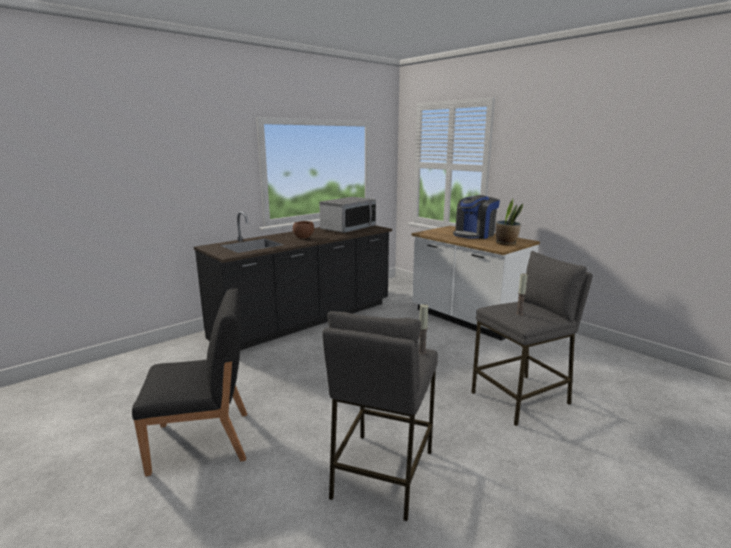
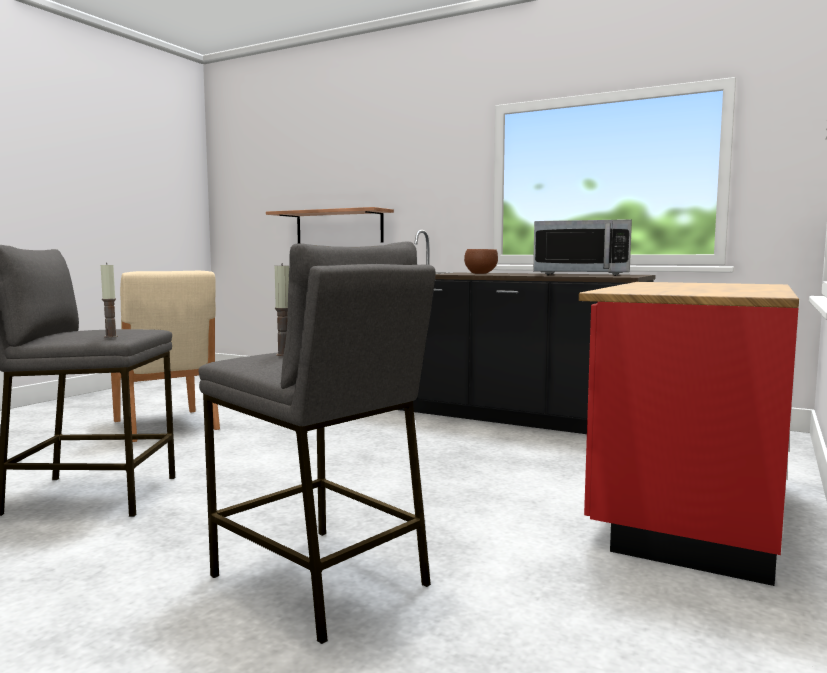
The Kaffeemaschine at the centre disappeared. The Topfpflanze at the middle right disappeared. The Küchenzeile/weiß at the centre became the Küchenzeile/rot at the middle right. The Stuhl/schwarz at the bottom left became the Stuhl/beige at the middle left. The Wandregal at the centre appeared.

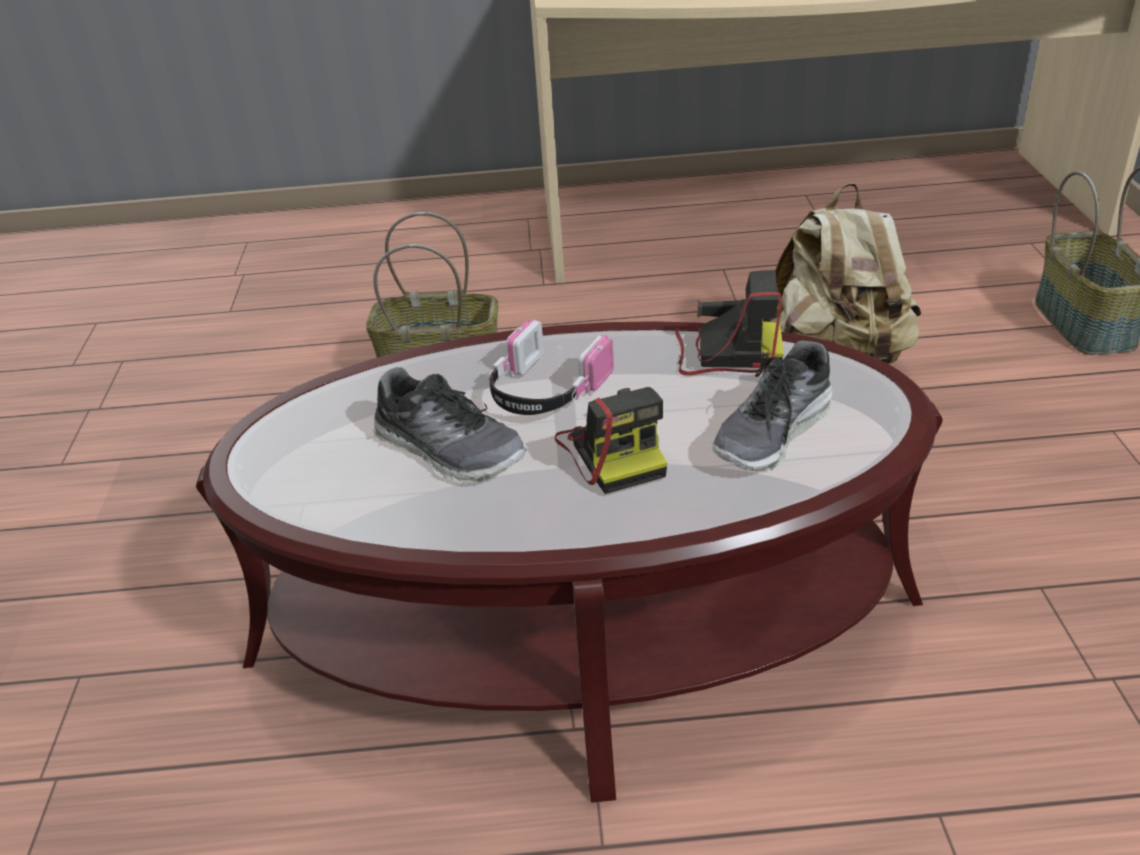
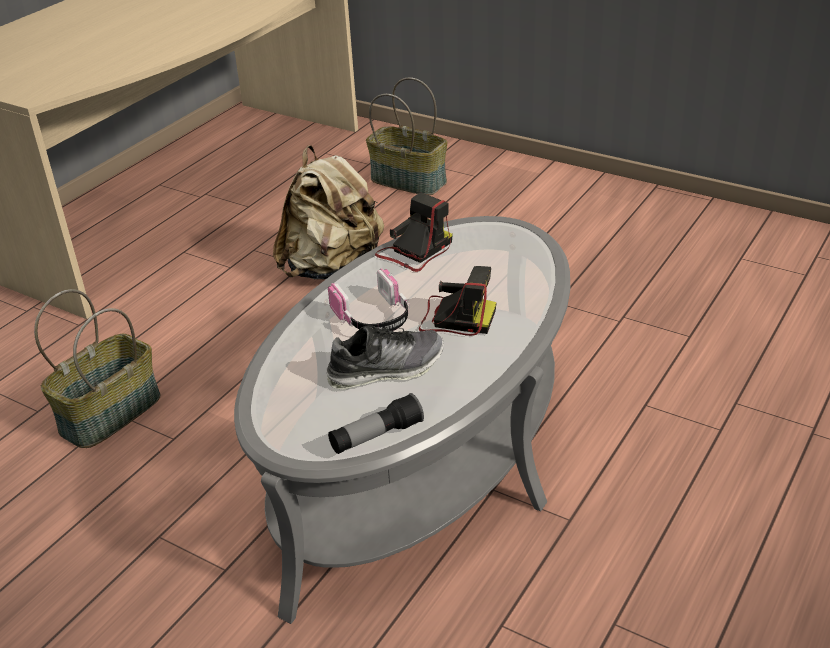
The Couchtisch/braun at the centre became the Couchtisch/grau at the centre. The Schuh (no. 2 from left) at the middle right disappeared. The Taschenlampe at the centre appeared.

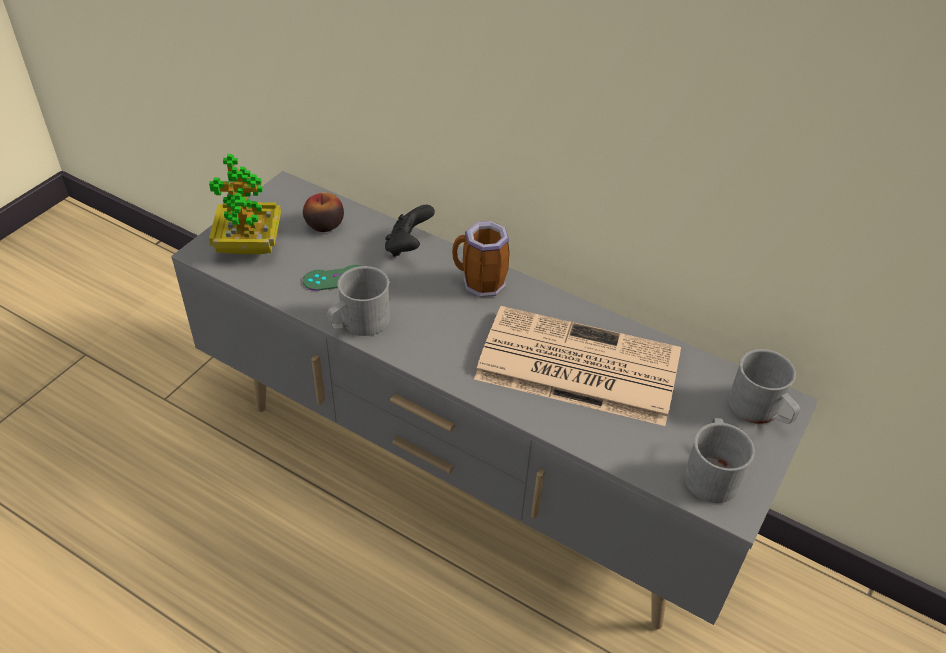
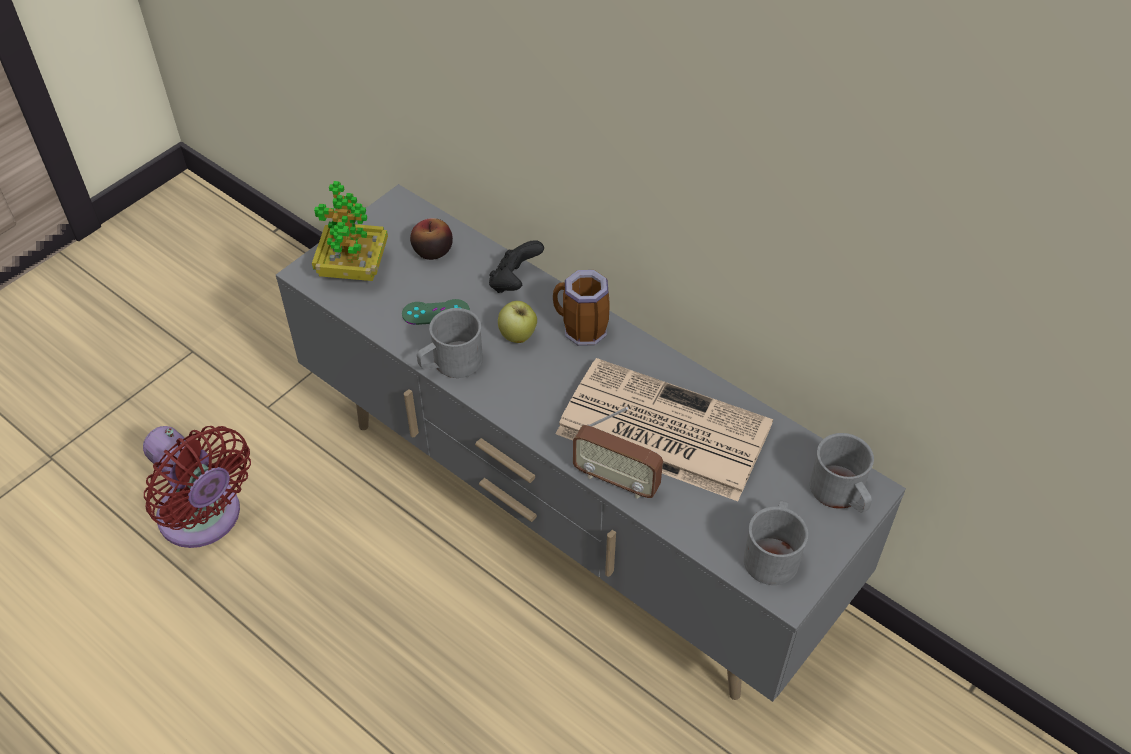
The Apfel (no. 2 from left) at the centre appeared. The Radio at the centre appeared. The Ventilator/rot at the middle left appeared.

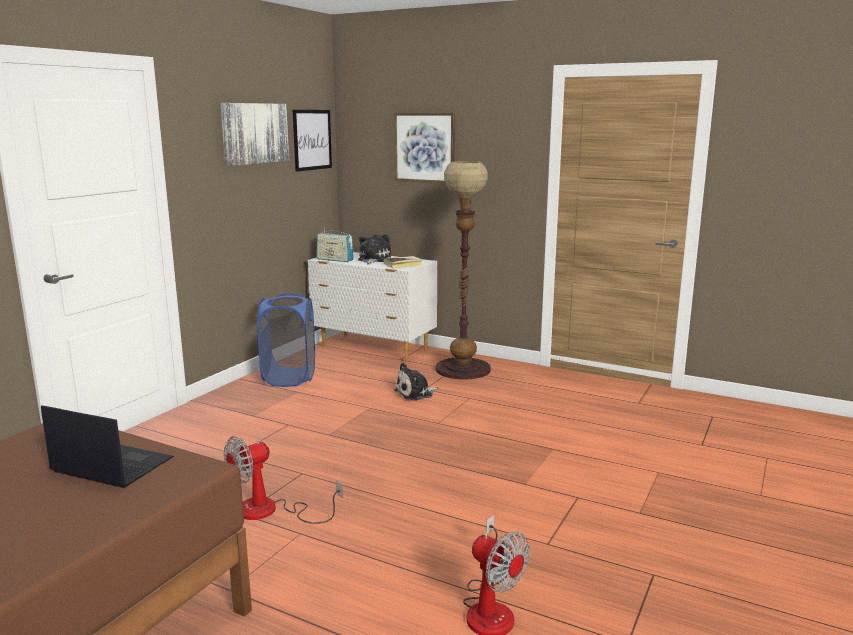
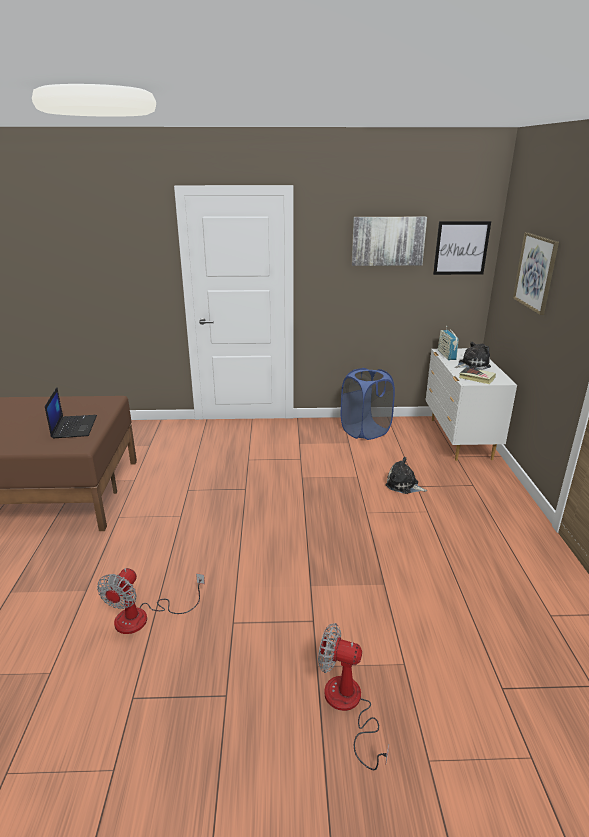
The Stehlampe at the centre disappeared. The Ventilator (no. 1 from left in the first image) moved from the bottom left to the bottom centre.

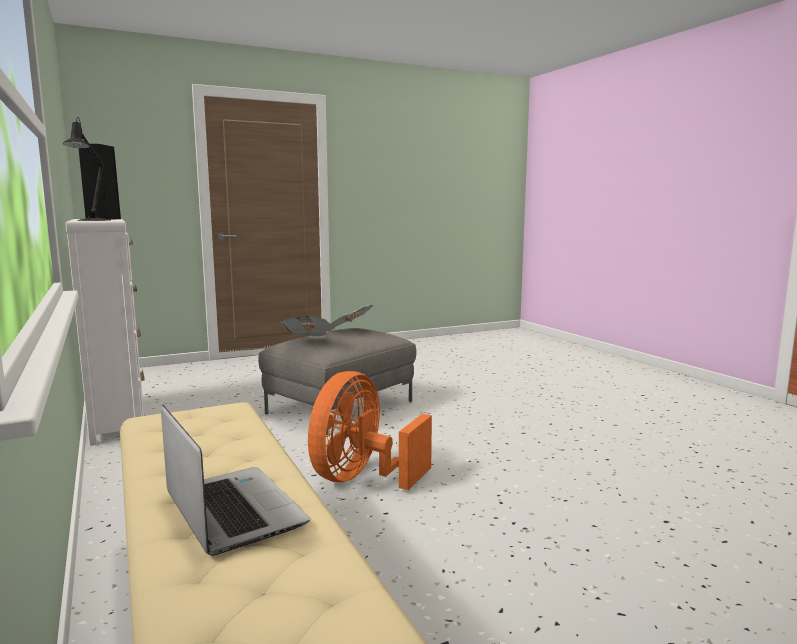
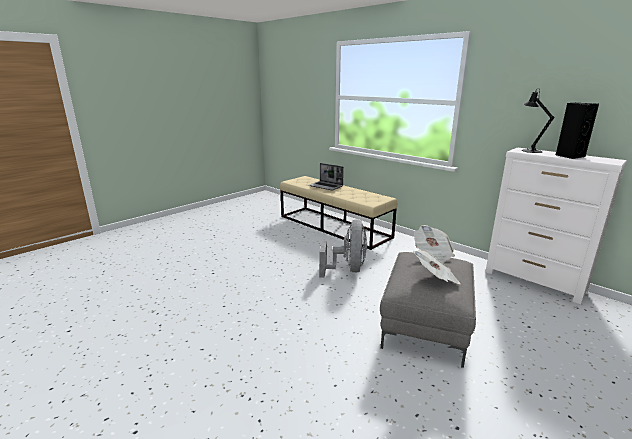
The Ventilator/orange at the bottom centre became the Ventilator/grau at the centre.

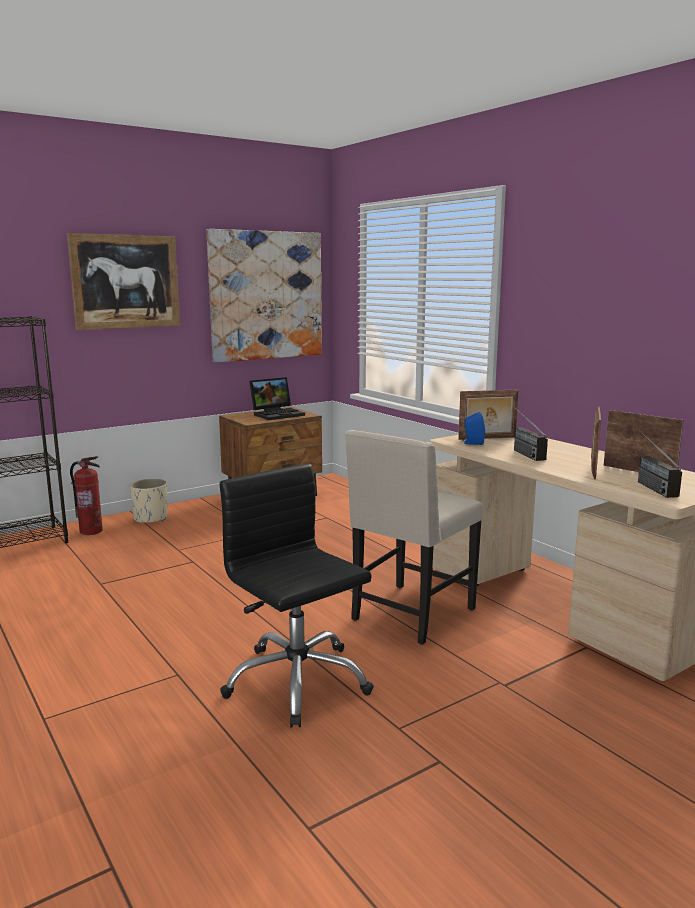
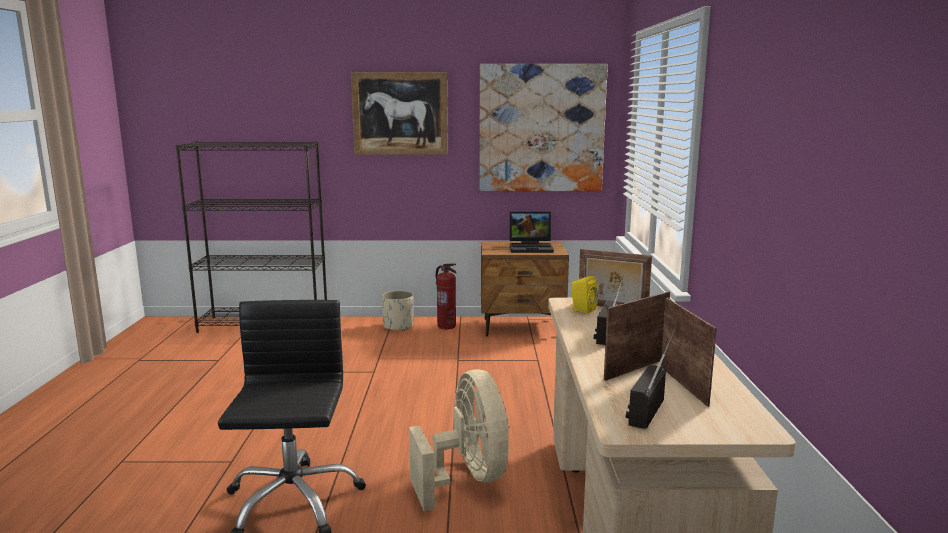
The Lautsprecher/blau at the middle right became the Lautsprecher/gelb at the centre. The Stuhl/beige at the centre was replaced by the Ventilator/beige at the bottom centre. The Feuerlöscher moved from the middle left to the centre.

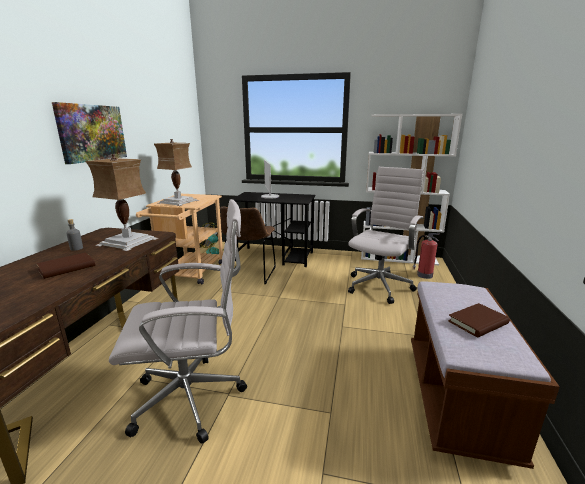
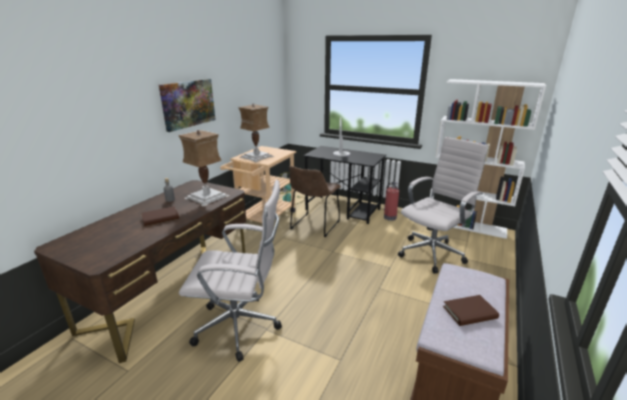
The Feuerlöscher moved from the middle right to the centre.

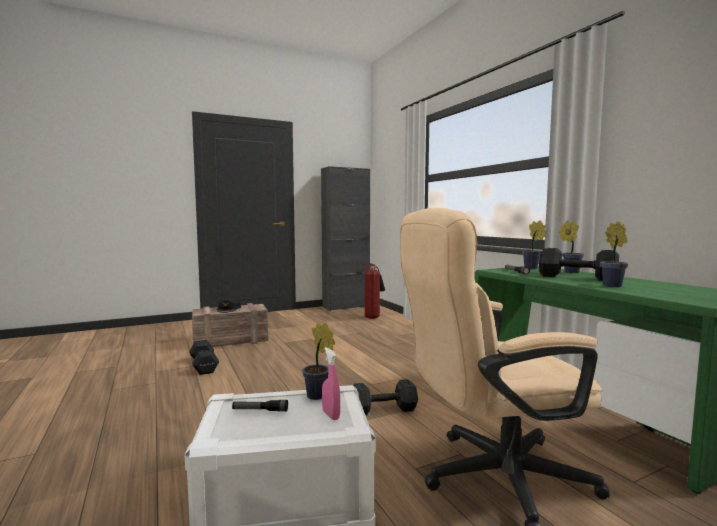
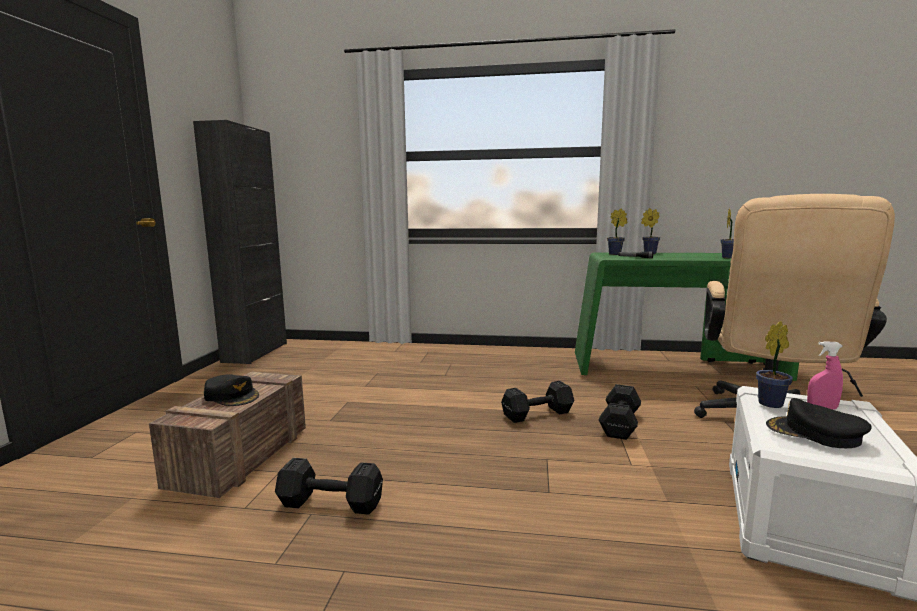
The Hantel/schwarz (no. 3 from left in the first image) moved from the middle right to the centre. The Feuerlöscher at the centre disappeared. The Taschenlampe (no. 1 from left) at the bottom centre was replaced by the Kappe/schwarz (no. 2 from left) at the bottom right.

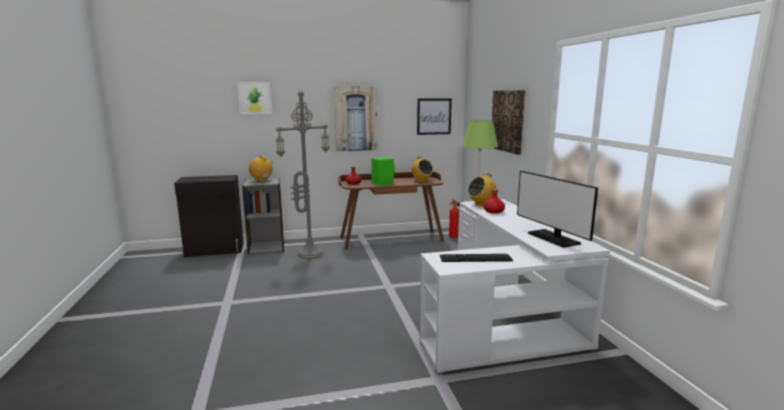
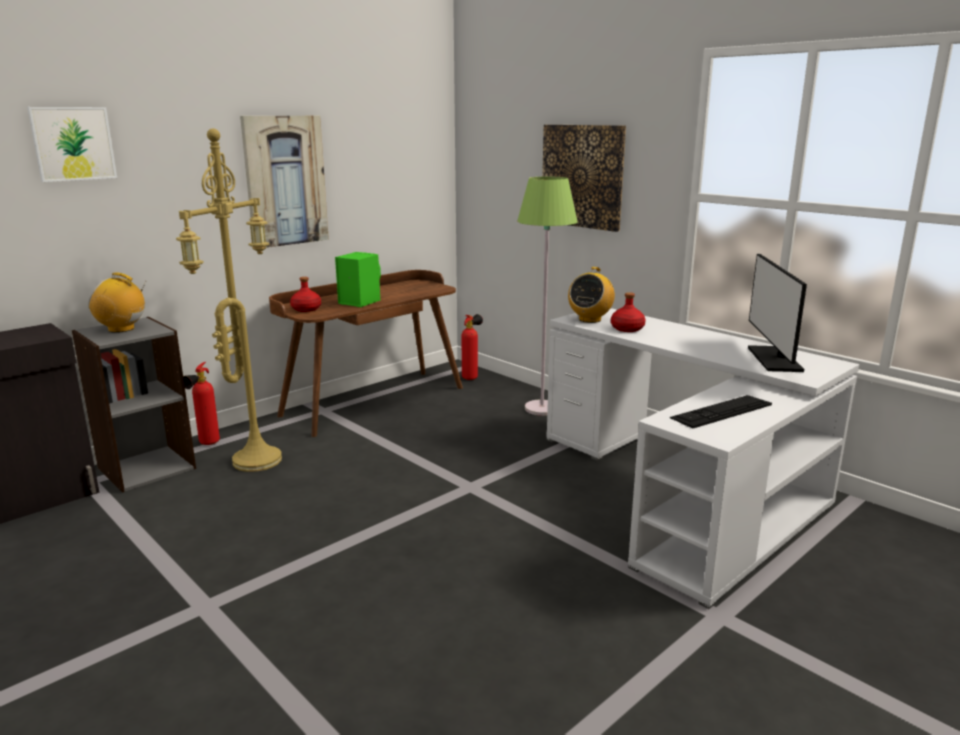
The Stehlampe/grau at the centre became the Stehlampe/gelb at the middle left. The Bild (no. 3 from left) at the top centre disappeared. The Radio (no. 2 from left) at the centre disappeared. The Monitor at the middle right turned 60 degrees clockwise. The Feuerlöscher (no. 1 from left) at the middle left appeared.

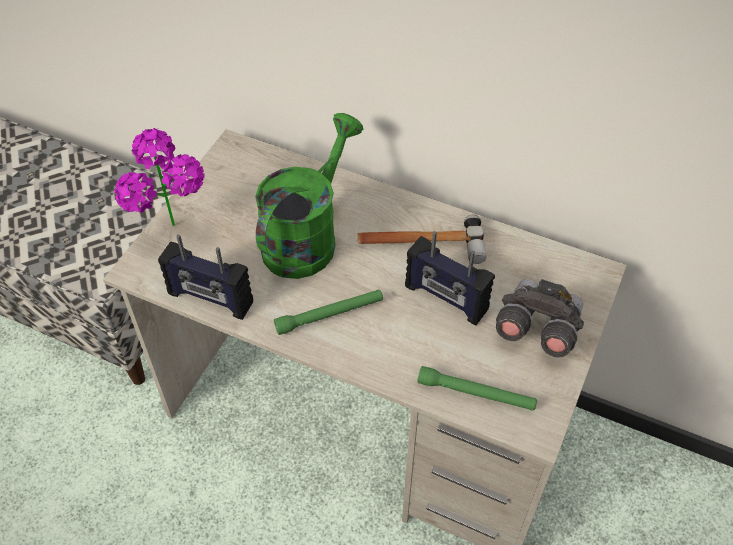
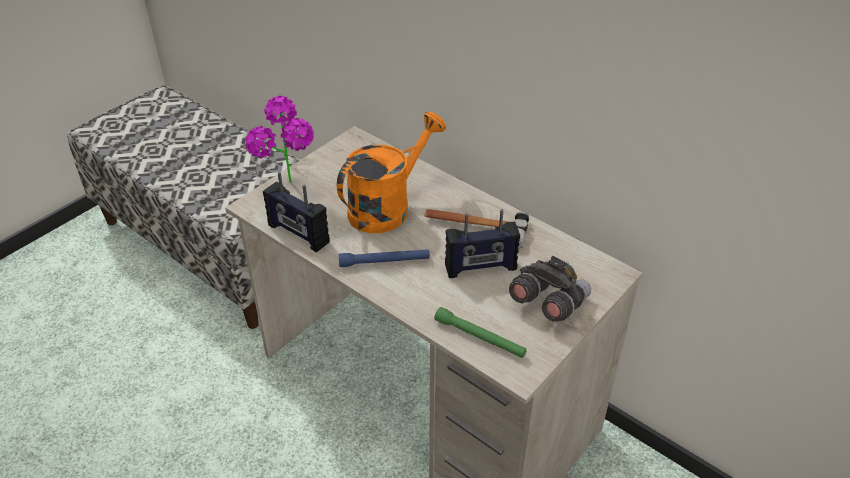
The Gießkanne/grün at the centre became the Gießkanne/orange at the centre. The Radio (no. 2 from left) at the centre turned 60 degrees counterclockwise. The Taschenlampe/grün (no. 1 from left) at the centre became the Taschenlampe/blau at the centre.

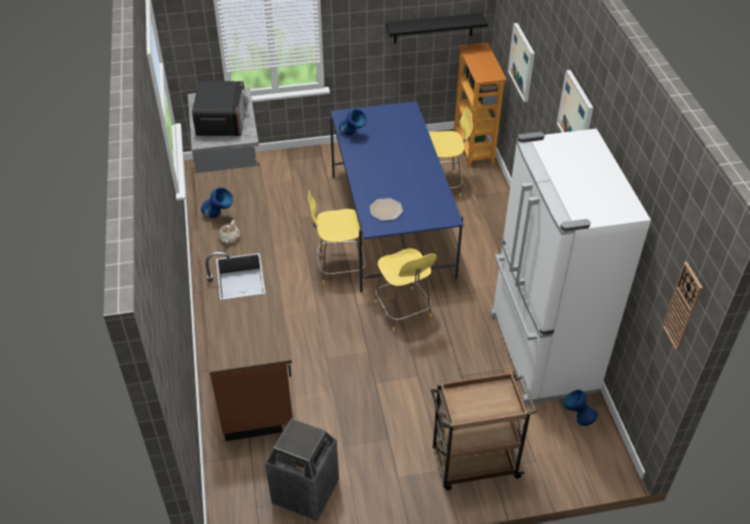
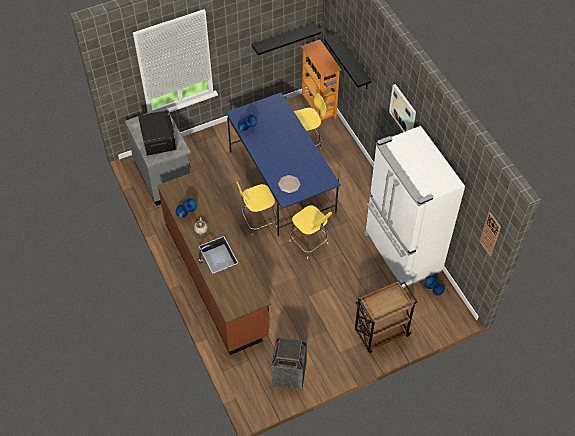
The Bild (no. 1 from left) at the top right was replaced by the Wandregal/schwarz (no. 2 from left) at the top centre.

